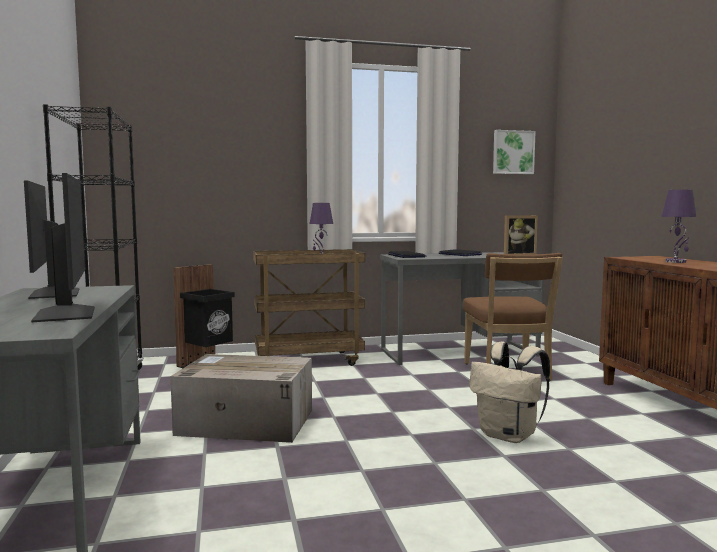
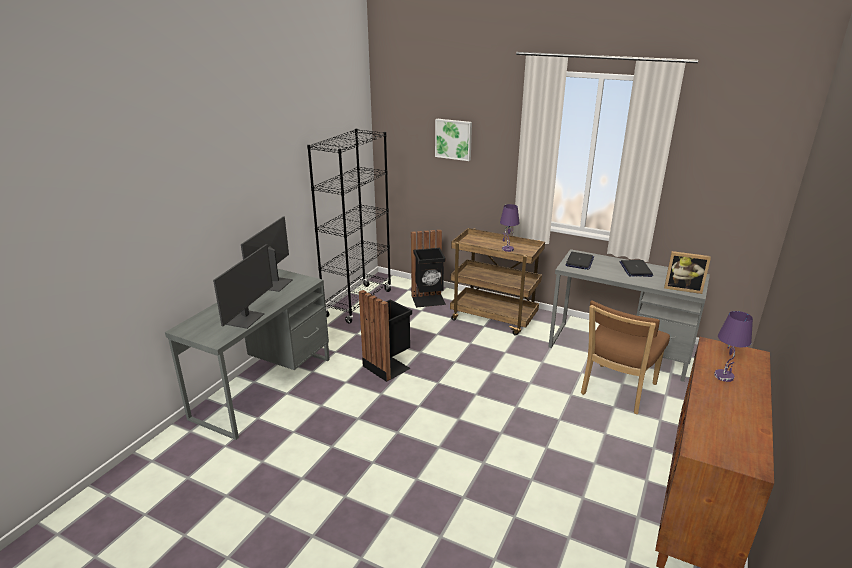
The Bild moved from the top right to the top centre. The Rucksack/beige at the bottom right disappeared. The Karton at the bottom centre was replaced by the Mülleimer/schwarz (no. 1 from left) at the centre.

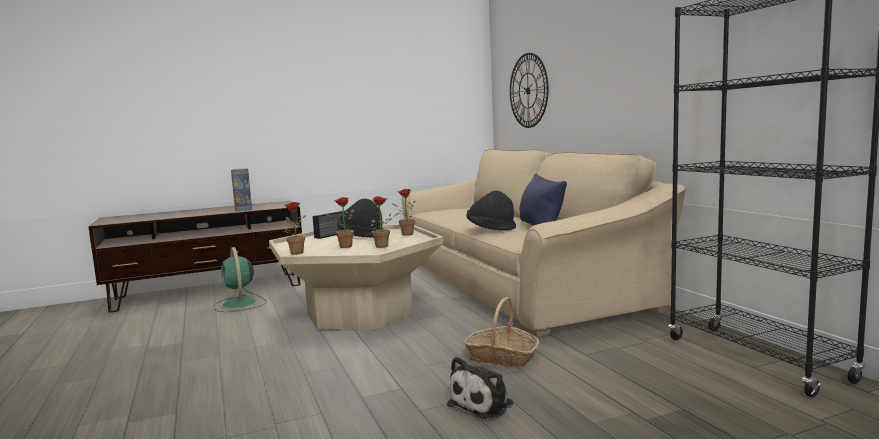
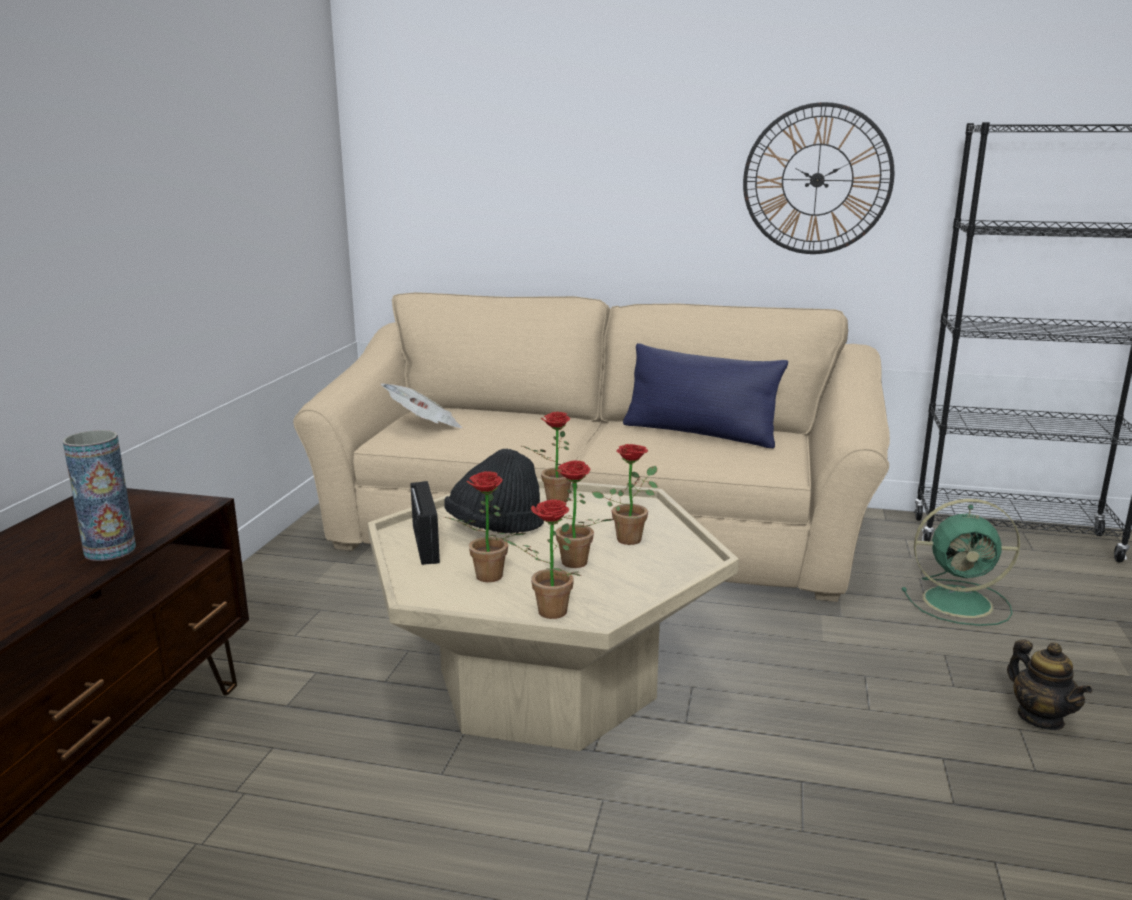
The Wanduhr moved from the top centre to the top right. The Hut/schwarz (no. 2 from left) at the centre disappeared. The Ventilator/grün moved from the middle left to the middle right. The Korb at the bottom centre disappeared. The Plüschtier at the bottom centre was replaced by the Teekanne at the bottom right. The Zeitung at the centre appeared. The Topfpflanze (no. 1 from left) at the centre appeared.

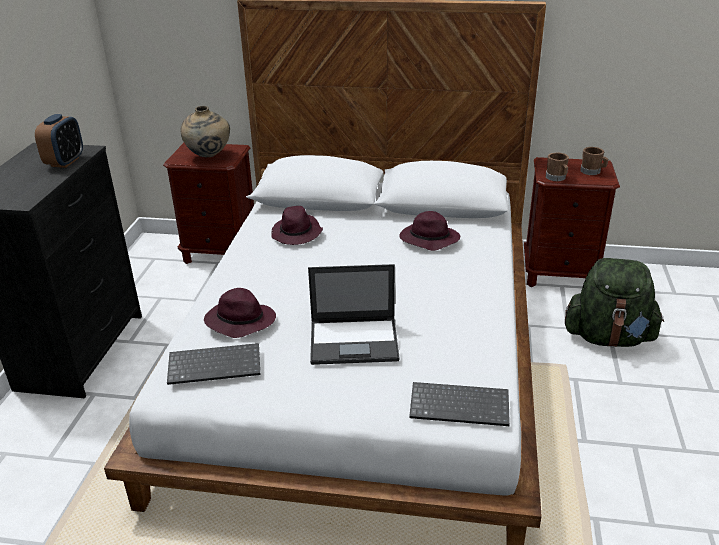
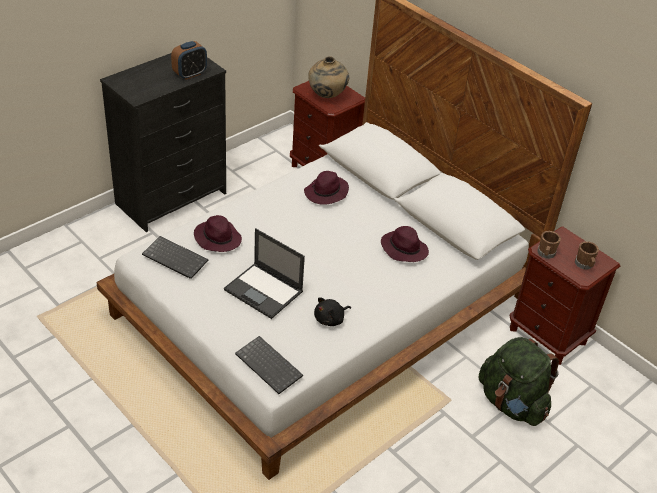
The Plüschtier/schwarz at the centre appeared.

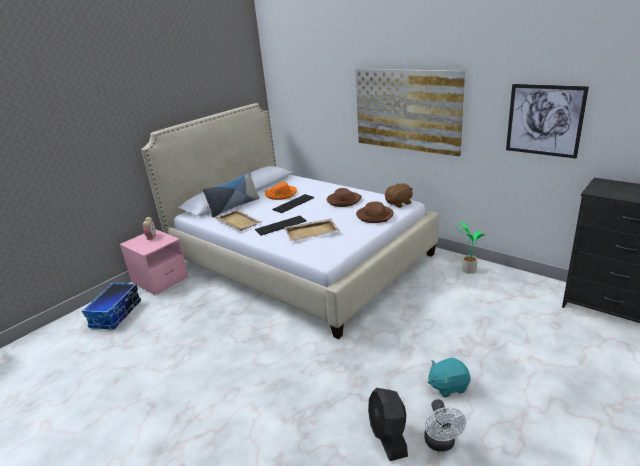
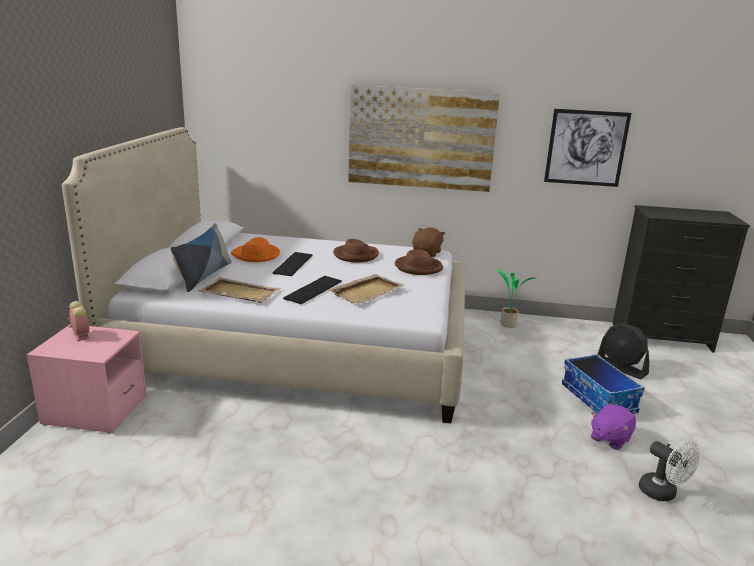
The Aufbewahrungsbox moved from the middle left to the bottom right. The Plüschtier/türkis at the bottom right became the Plüschtier/lila at the bottom right. The Ventilator/schwarz moved from the bottom centre to the middle right.

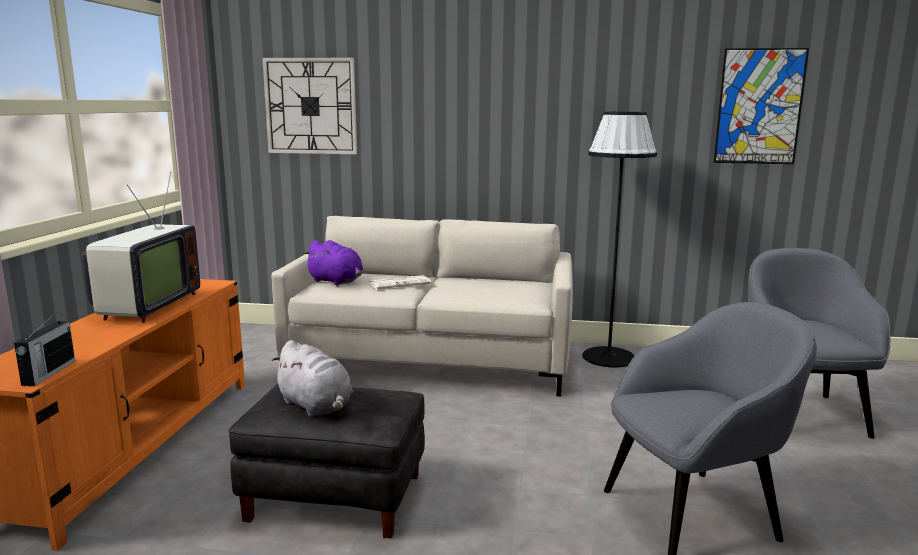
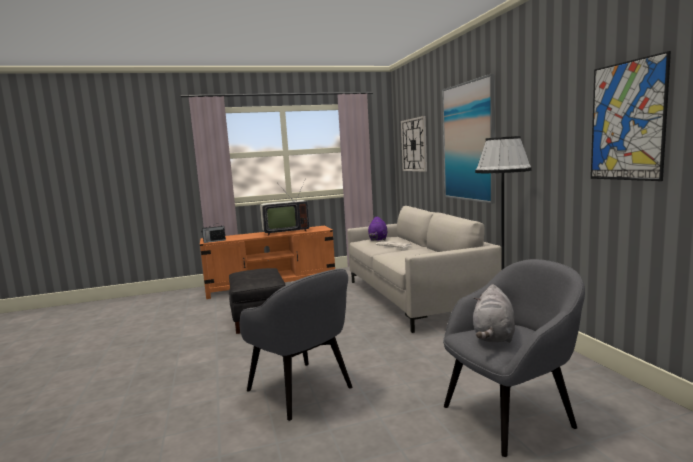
The Plüschtier/grau moved from the bottom centre to the bottom right. The Bild (no. 1 from left) at the top right appeared.

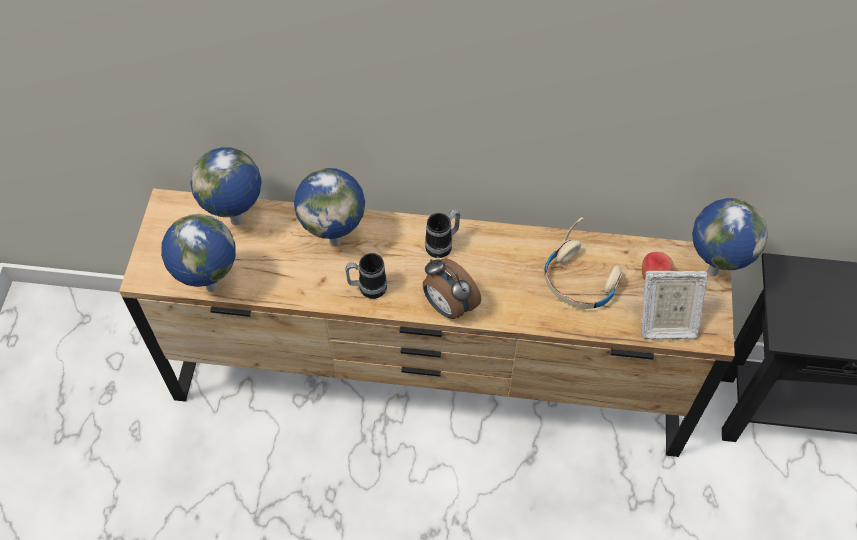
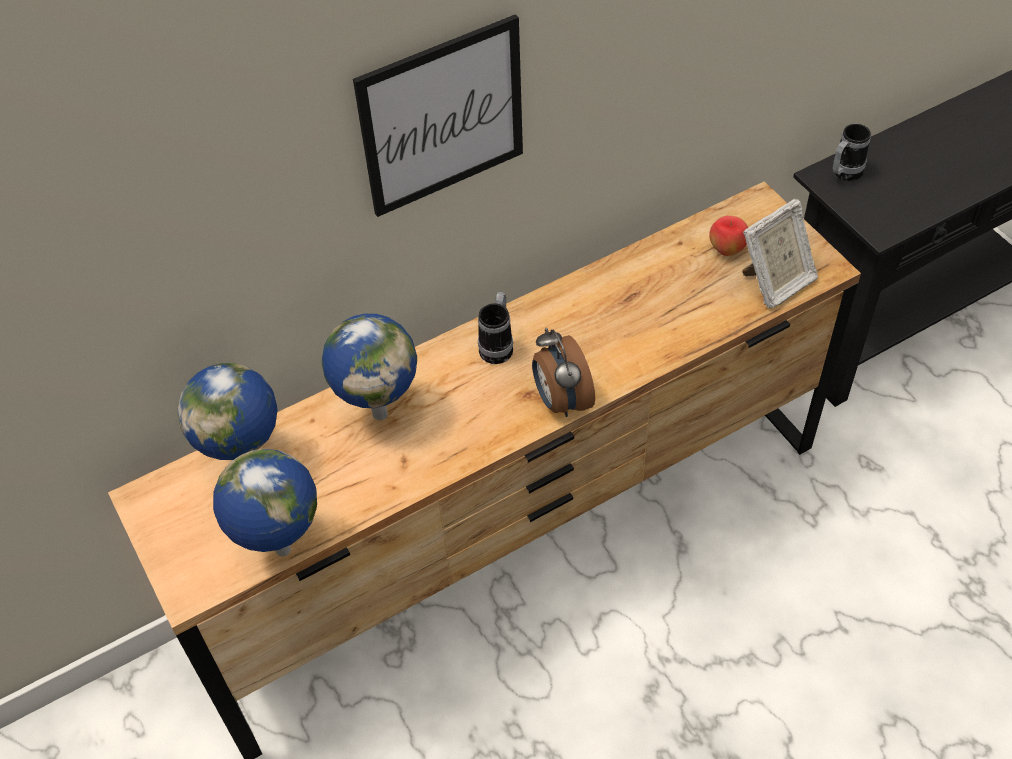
The Globus (no. 4 from left) at the middle right disappeared. The Kopfhörer/beige at the middle right disappeared. The Henkelbecher (no. 1 from left in the first image) moved from the centre to the top right. The Wecker at the centre turned 60 degrees clockwise. The Bild at the top centre appeared.

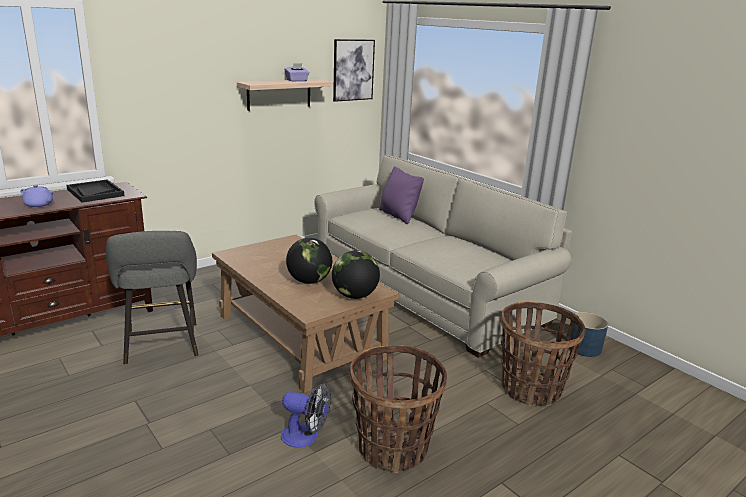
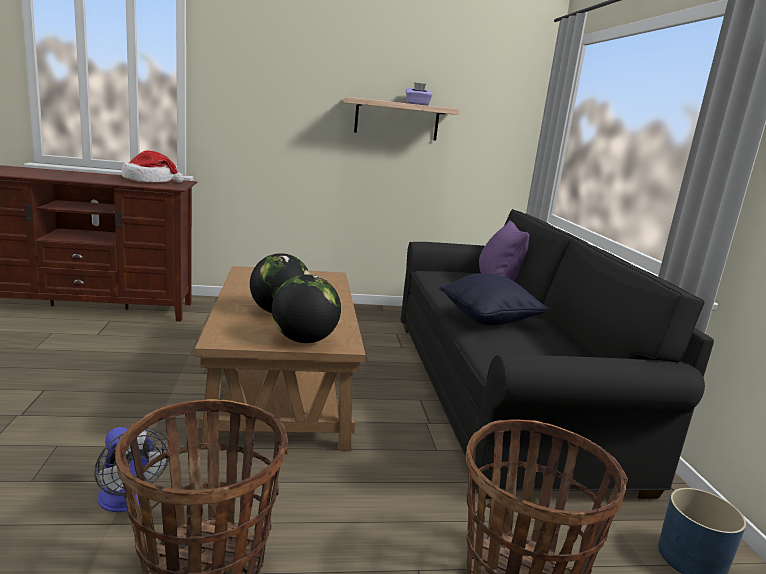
The Bild at the top centre disappeared. The Sofa/beige at the centre became the Sofa/schwarz at the middle right. The Tablett/schwarz at the middle left was replaced by the Hut at the top left. The Teekanne/lila at the middle left disappeared. The Hocker/grau at the middle left disappeared. The Kissen/schwarz at the centre appeared.

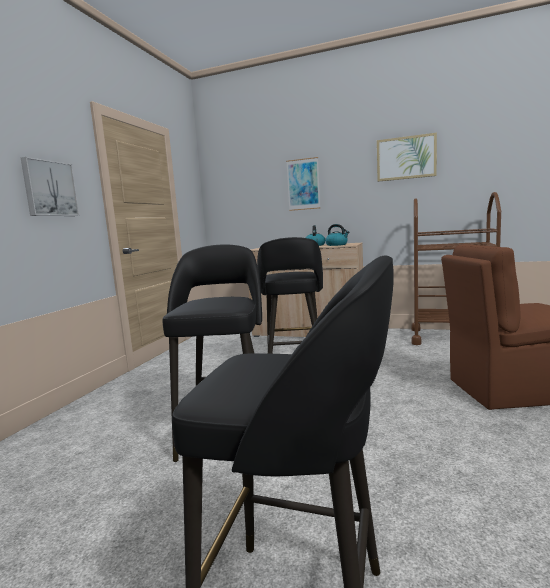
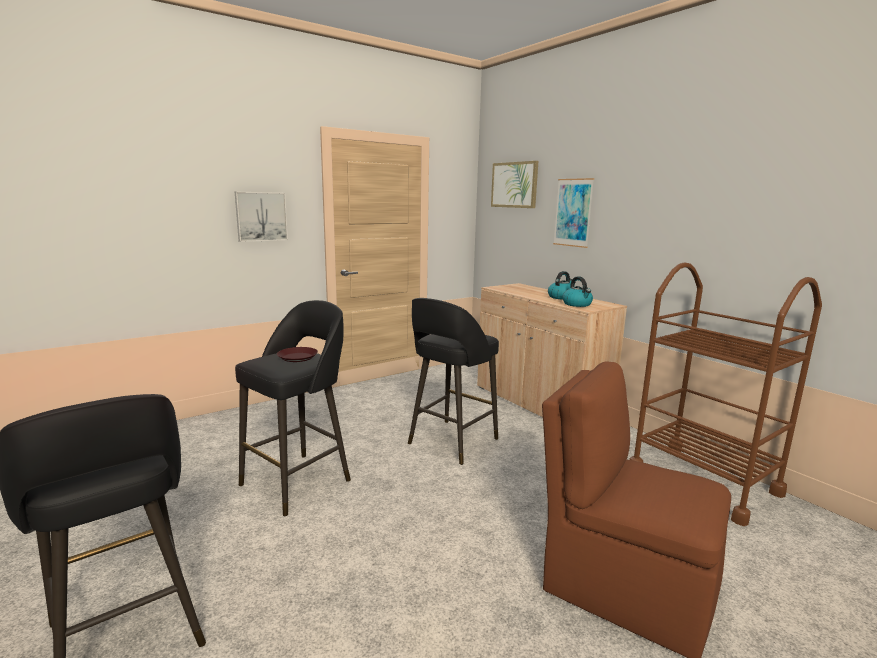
The Bild (no. 3 from left in the first image) moved from the top right to the top centre. The Teller/braun at the centre appeared.

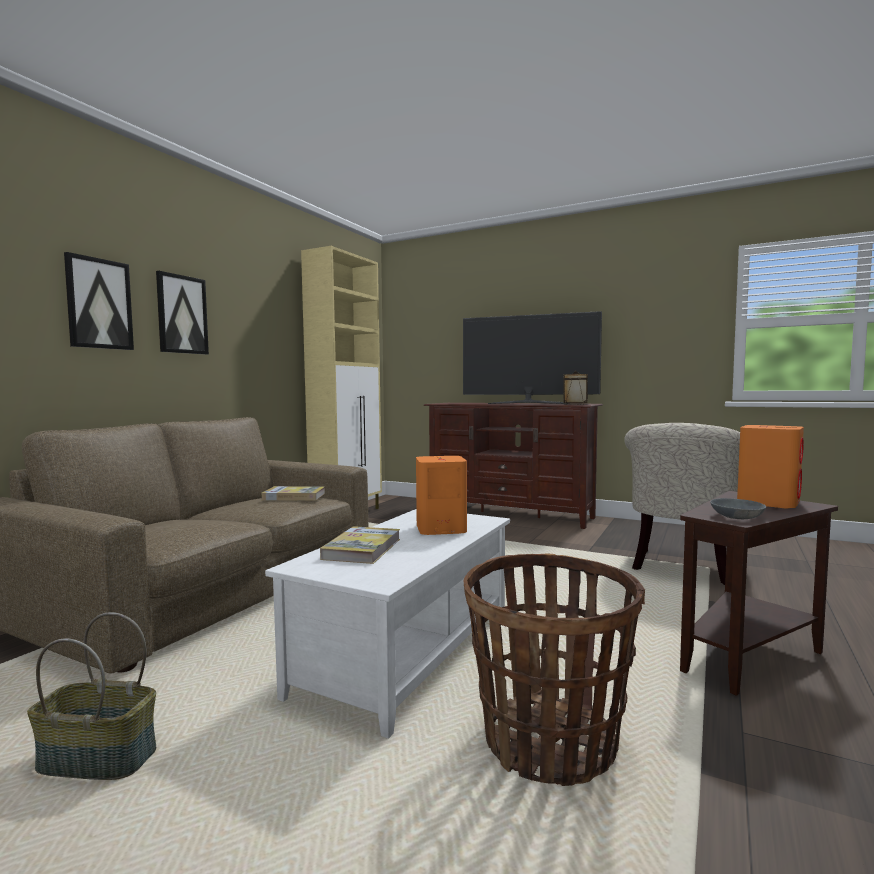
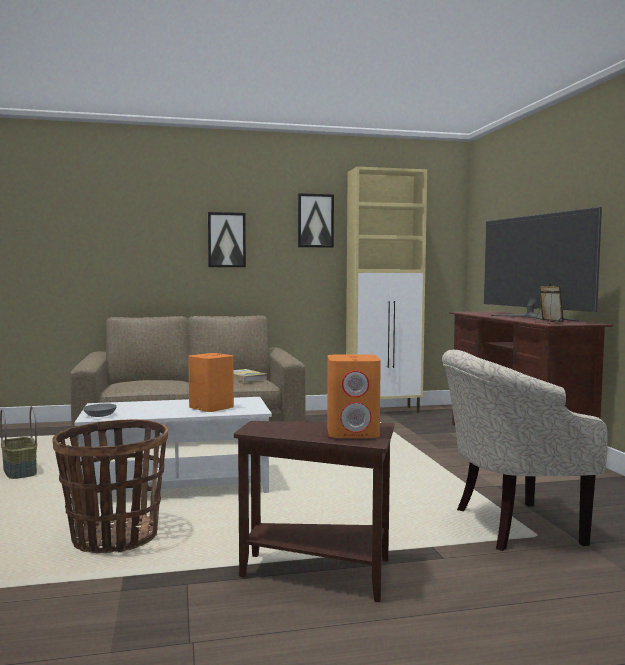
The Bild (no. 1 from left in the first image) moved from the middle left to the top centre. The Schüssel/grau moved from the middle right to the middle left. The Buch (no. 2 from left) at the centre disappeared.

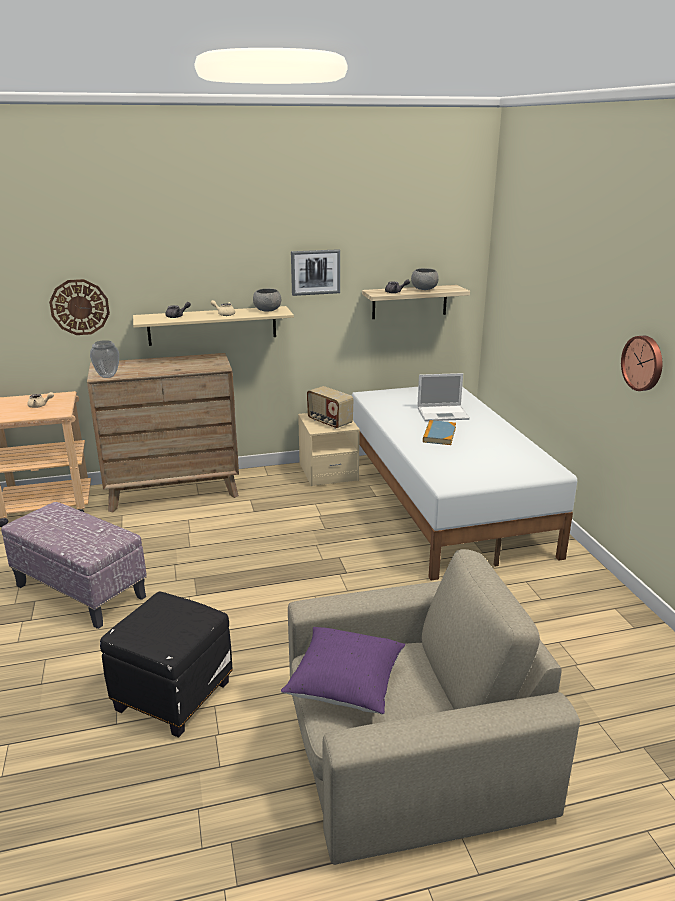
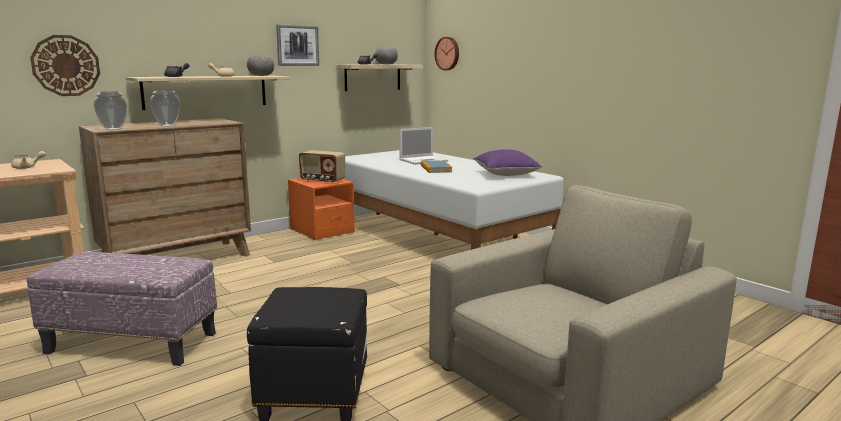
The Wanduhr (no. 2 from left) moved from the middle right to the top centre. The Nachttisch/beige at the centre became the Nachttisch/orange at the centre. The Kissen/lila moved from the bottom centre to the centre. The Vase (no. 2 from left) at the top left appeared.

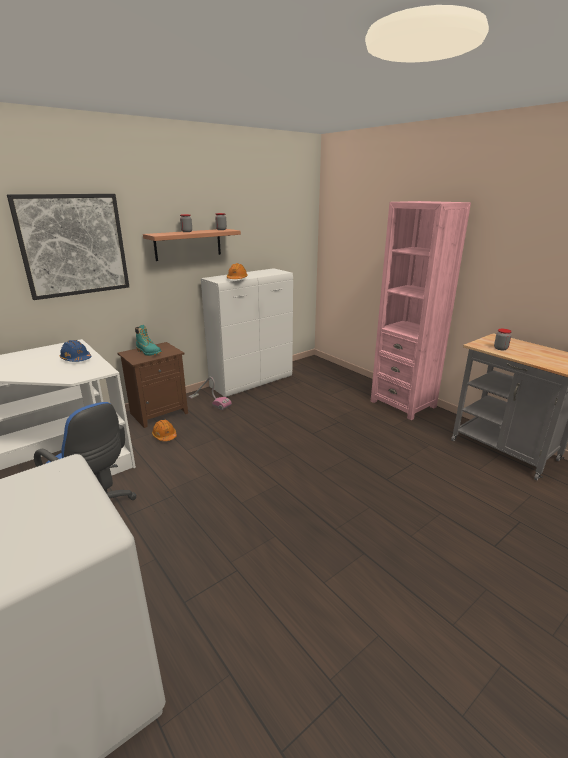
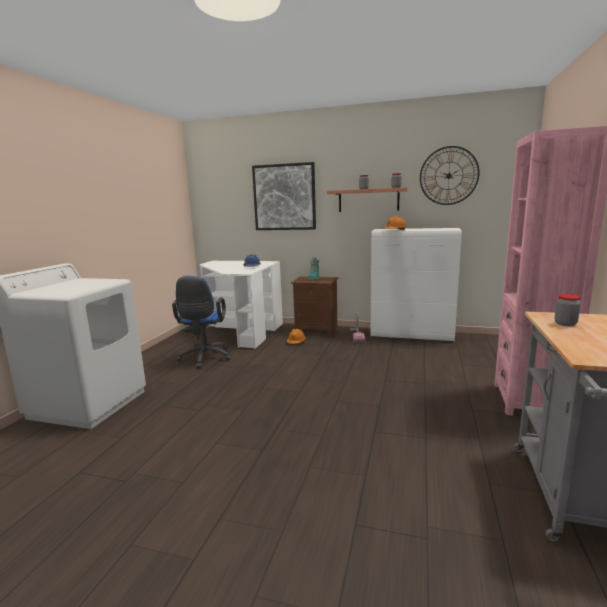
The Wanduhr at the top right appeared.

